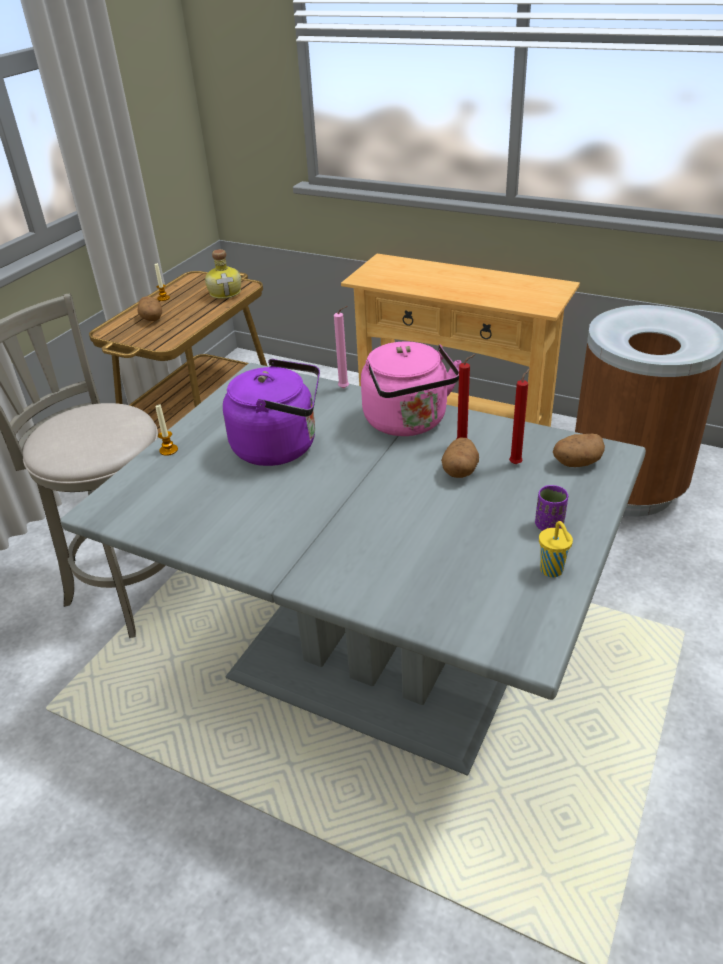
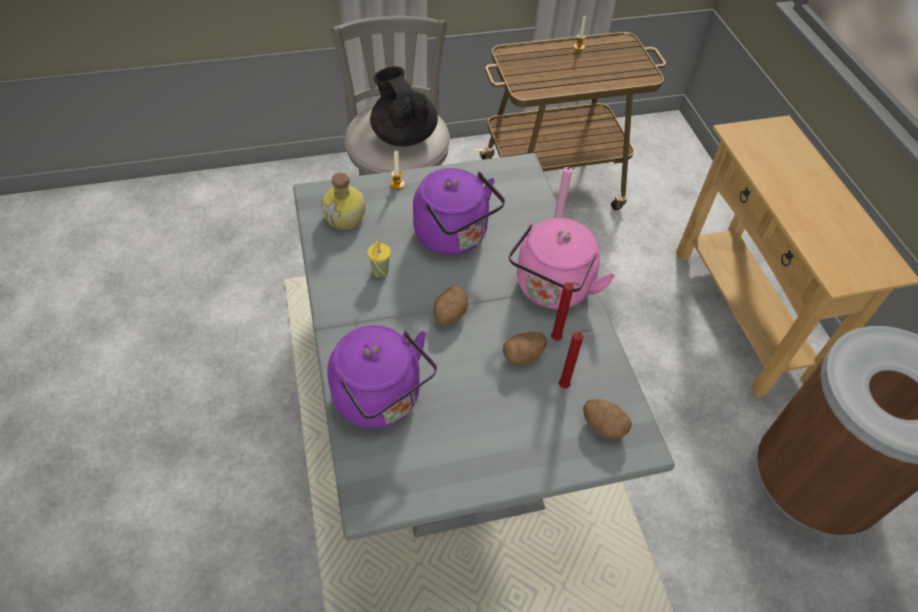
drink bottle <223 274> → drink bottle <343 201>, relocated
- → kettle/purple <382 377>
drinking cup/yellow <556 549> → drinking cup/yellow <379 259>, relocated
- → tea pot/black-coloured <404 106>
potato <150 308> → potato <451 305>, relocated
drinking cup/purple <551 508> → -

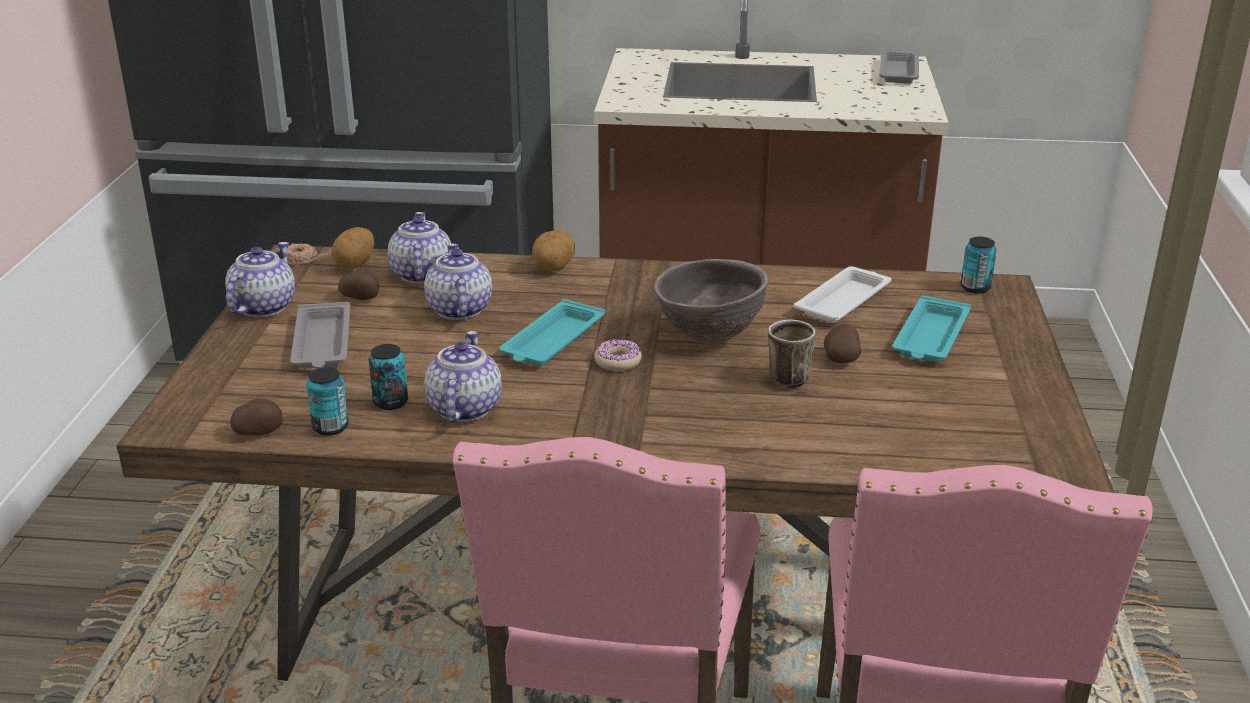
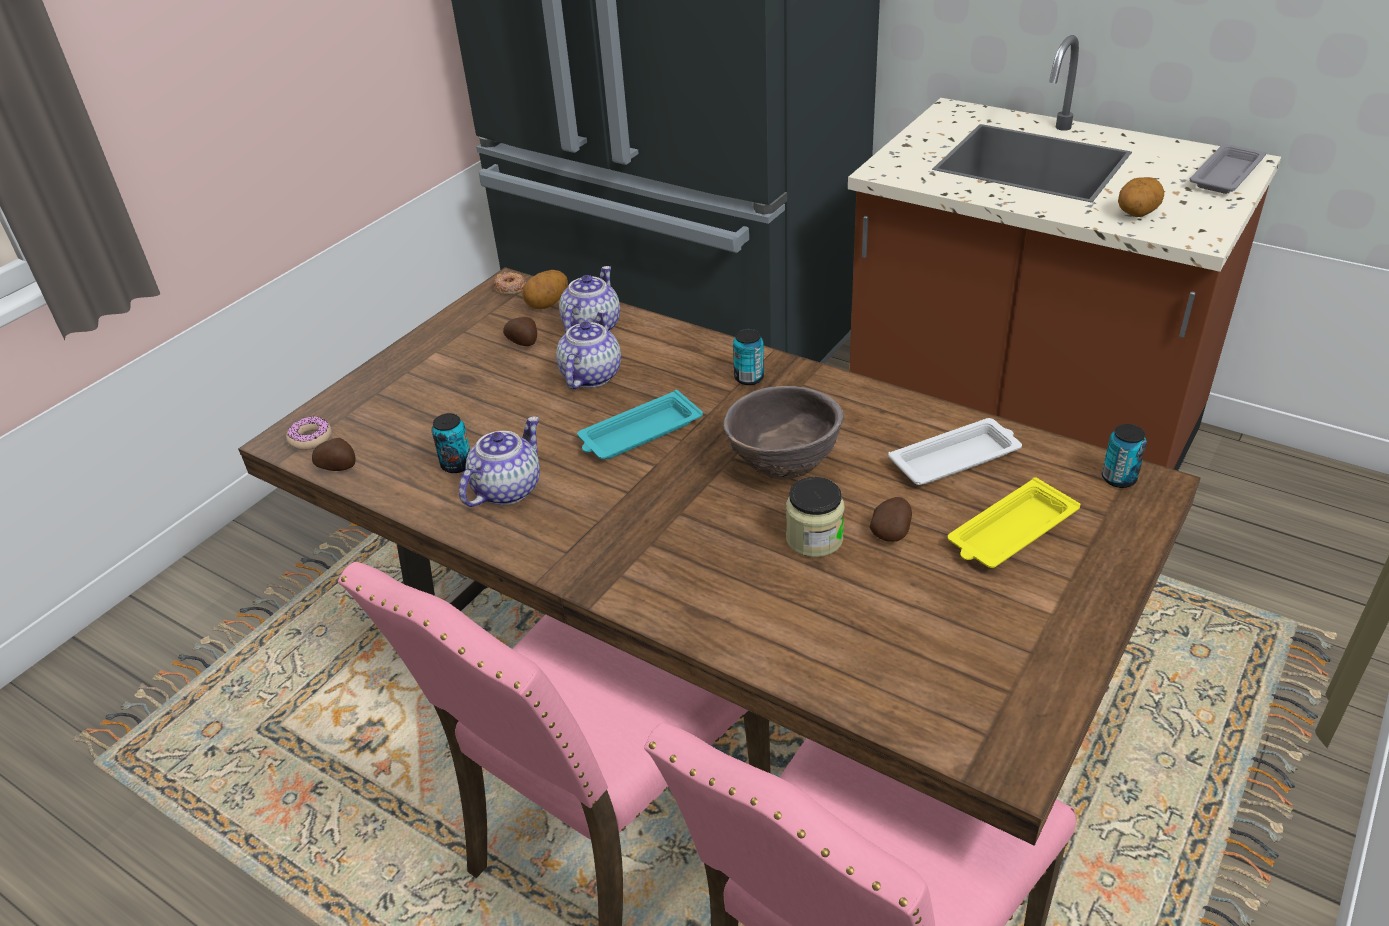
donut <618 355> → donut <309 433>, relocated
sealed can <327 401> → sealed can <748 357>, relocated
tea mug <791 354> → preserve jar <815 517>
carrying tray/blue-green <931 328> → carrying tray/yellow <1014 522>
potato <553 250> → potato <1141 197>, relocated
tea pot <260 279> → -
carrying tray/greyish <320 335> → -

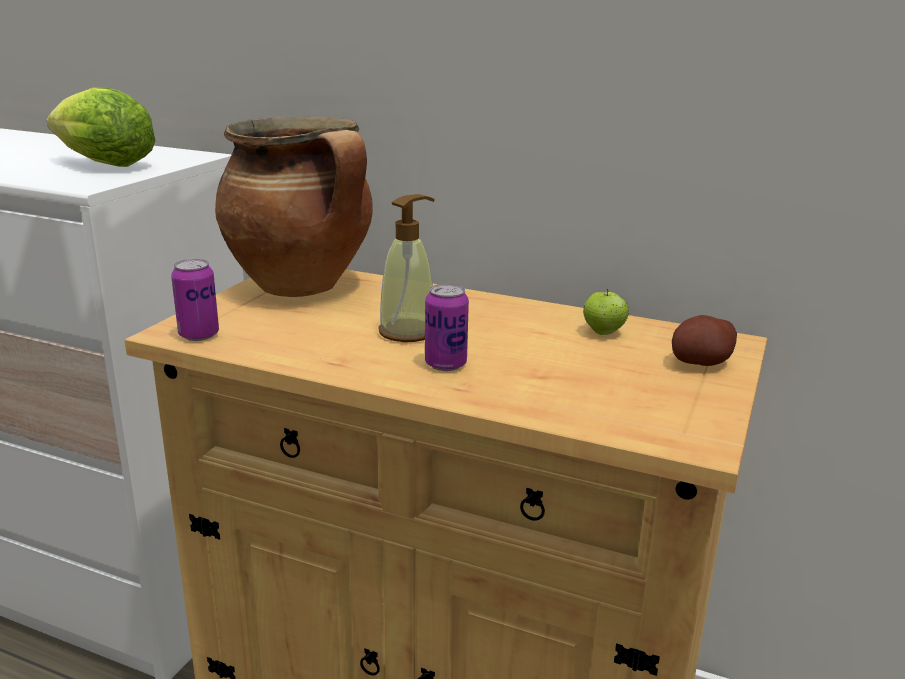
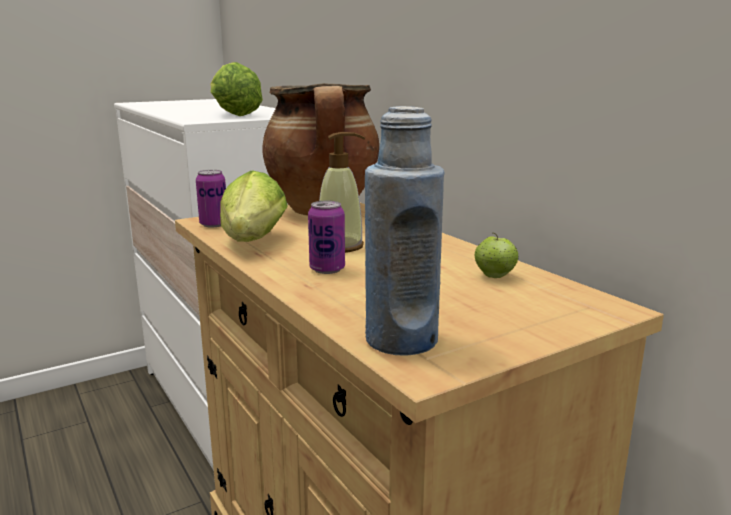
- → lettuce <254 206>
- → drink bottle/bluish <404 231>
potato <704 340> → -

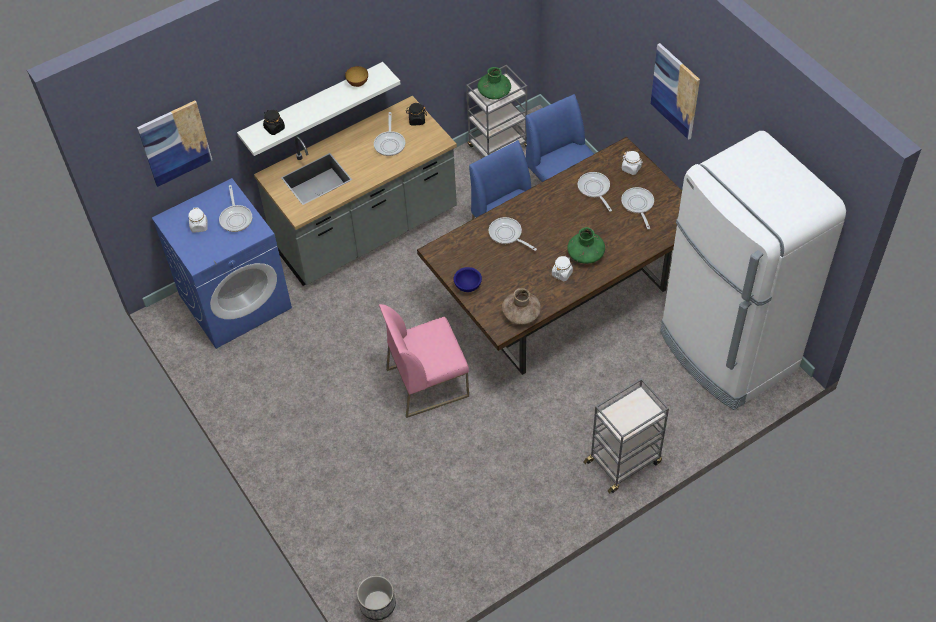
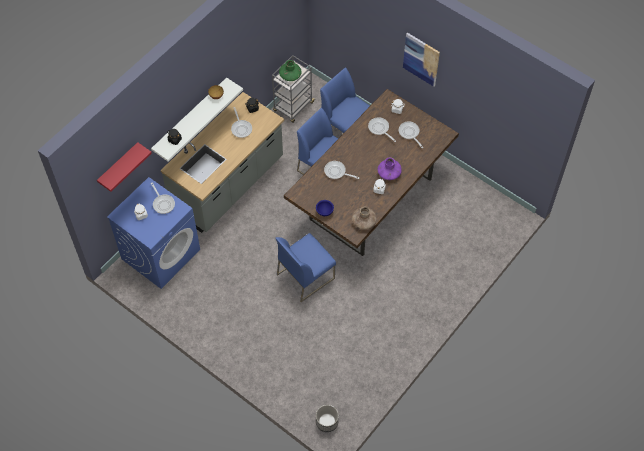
wall art <174 144> → wall shelf/red <124 167>
chair/pink-coloured <424 361> → chair/bluish <305 267>
vase/green <586 245> → vase/purple <390 168>
cart/greyish <626 436> → -
kitchen fridge/white-coloured <753 270> → -

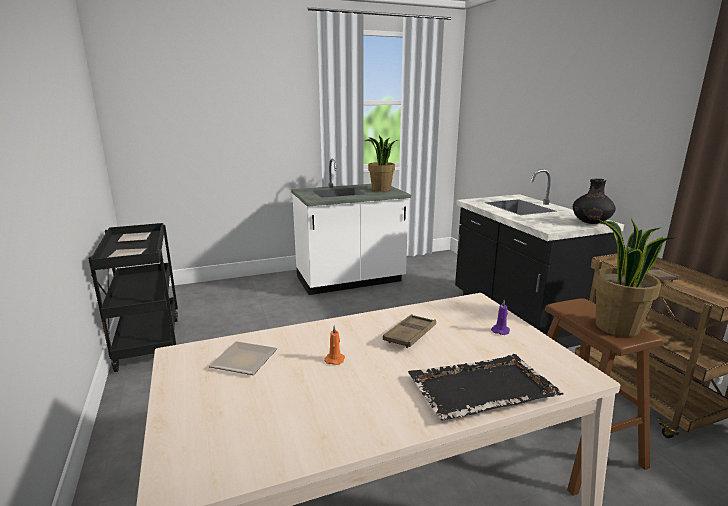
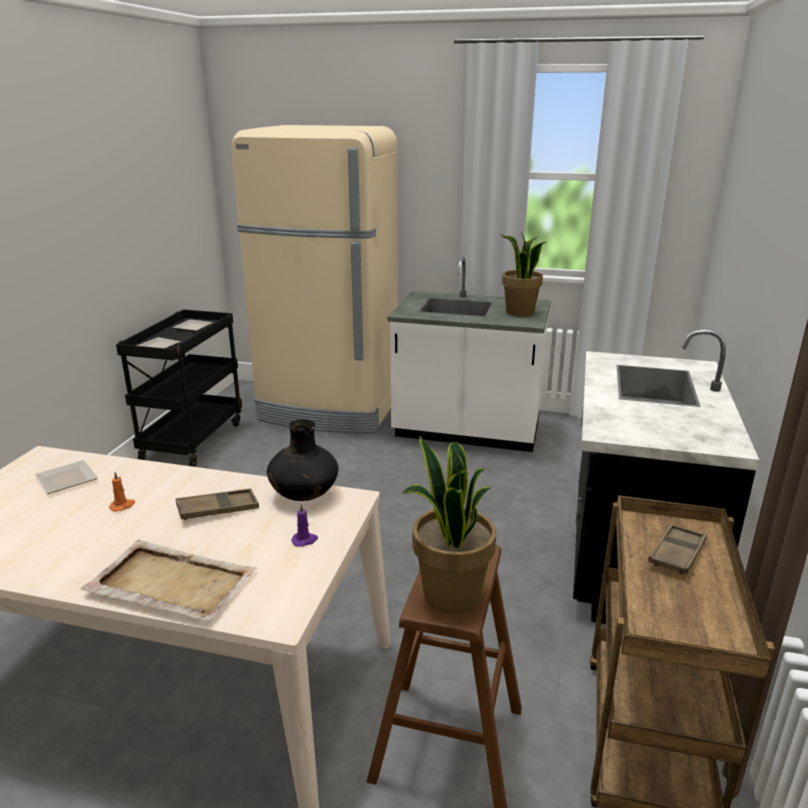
carrying tray/black-coloured <486 387> → carrying tray/beige-coloured <169 580>
- → kitchen fridge/beige-coloured <315 279>
vase/black-coloured <594 201> → vase/black-coloured <303 460>, relocated

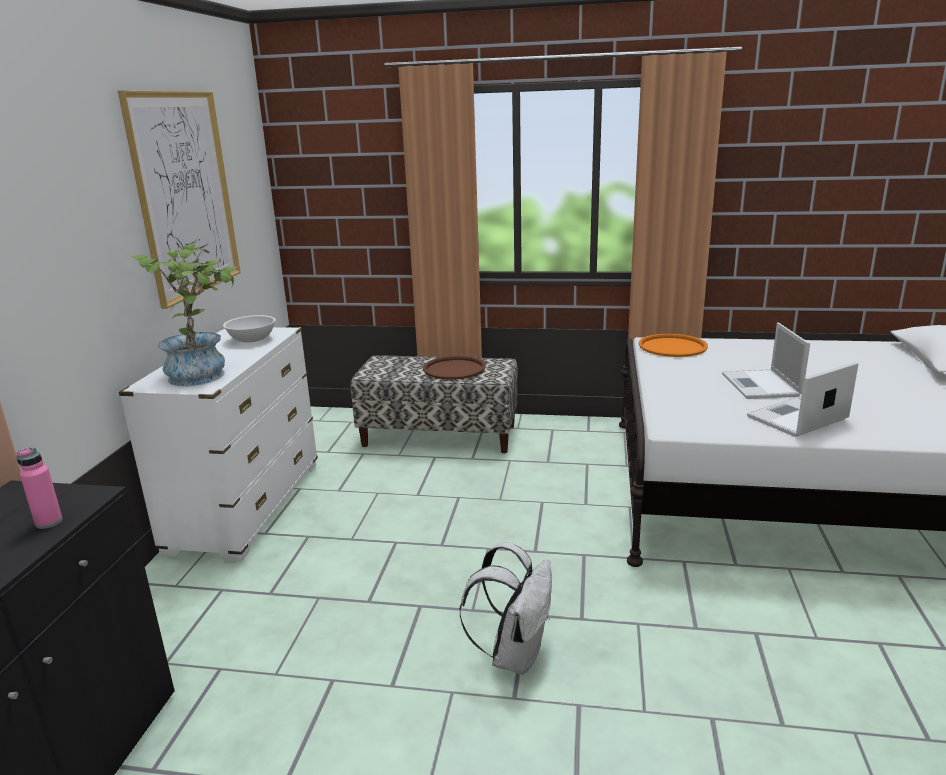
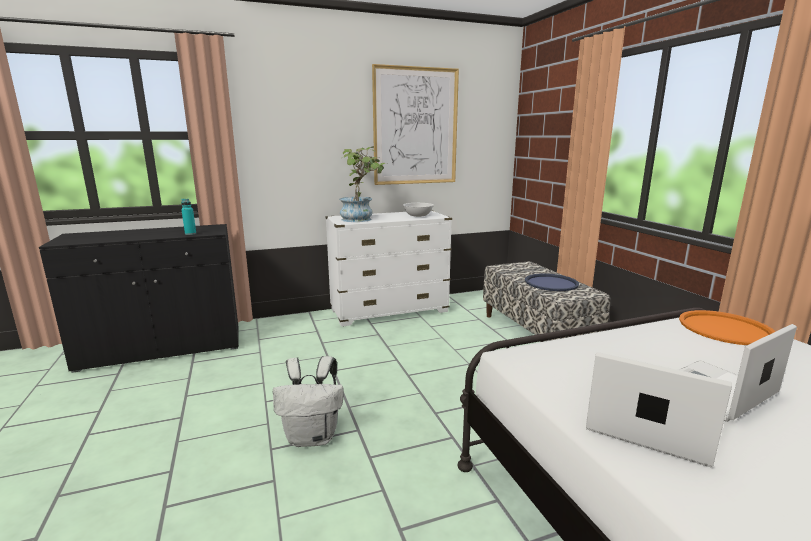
drink bottle/pink-coloured <39 488> → drink bottle/blue-green <188 217>
carrying tray/brown <454 367> → carrying tray/bluish <552 282>

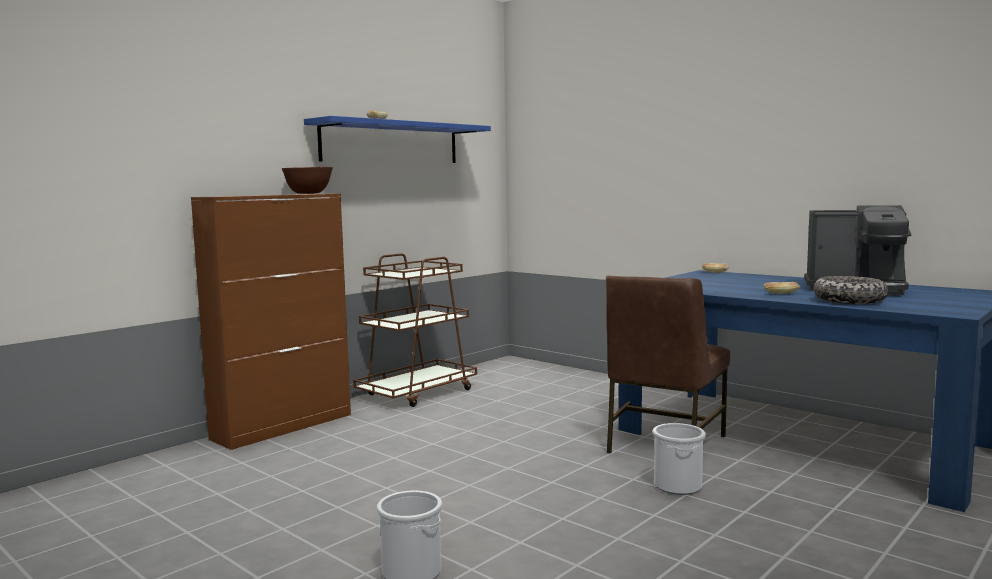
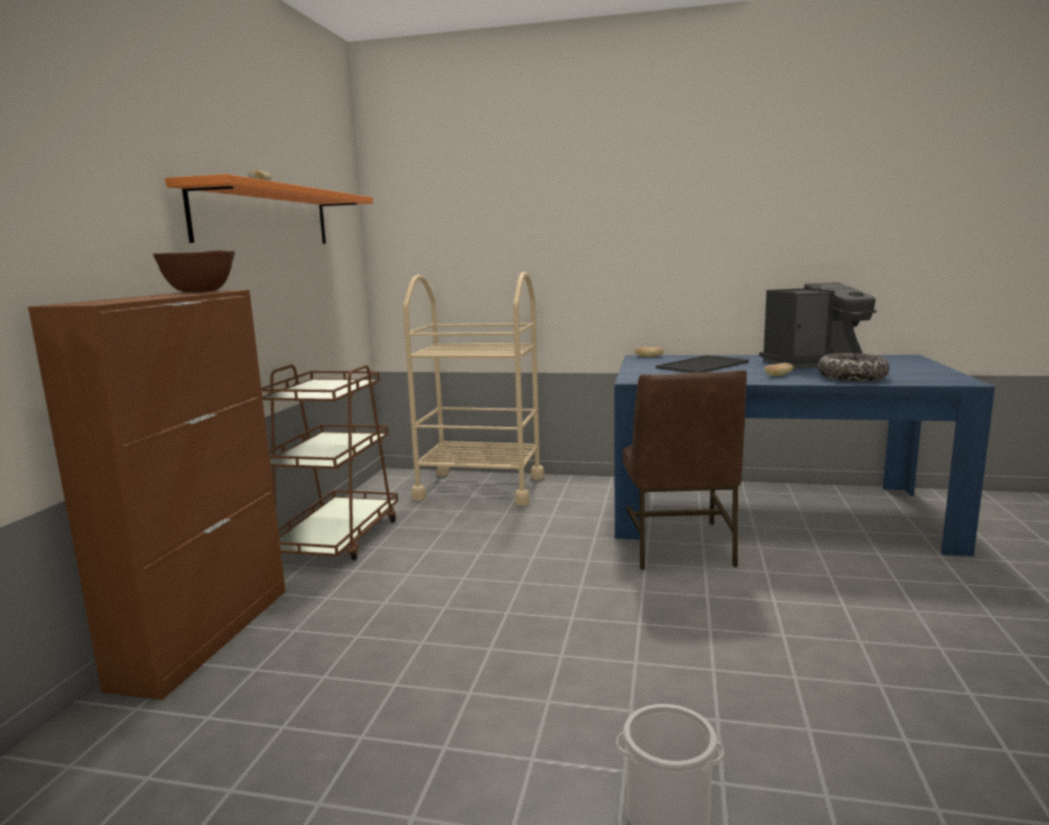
wall shelf/bluish <397 139> → wall shelf/orangey <269 209>
- → cart/beige-coloured <473 389>
- → carrying tray <702 364>
water bucket <679 459> → -

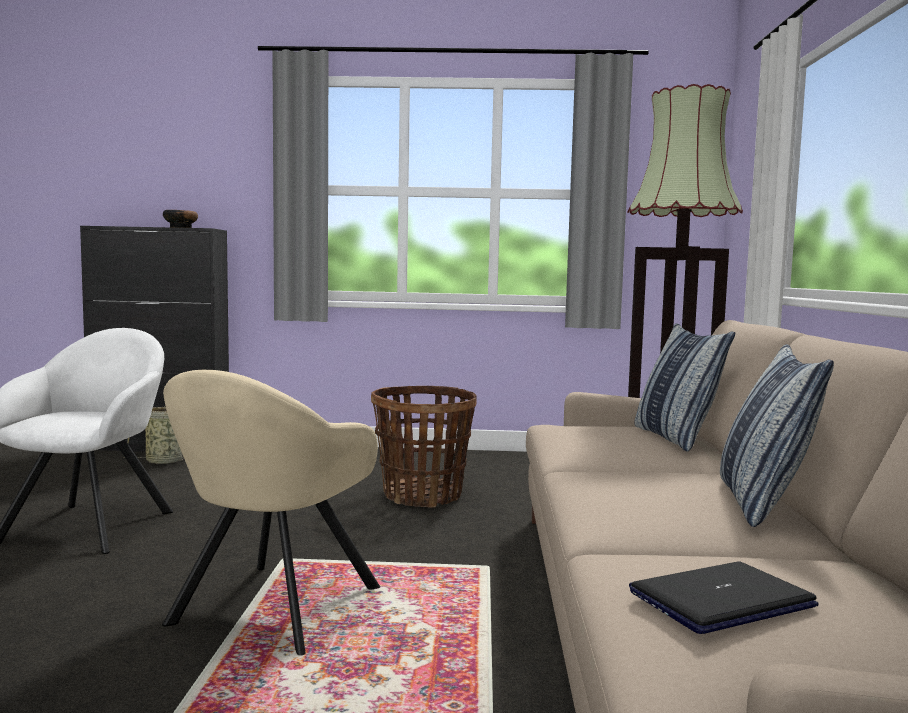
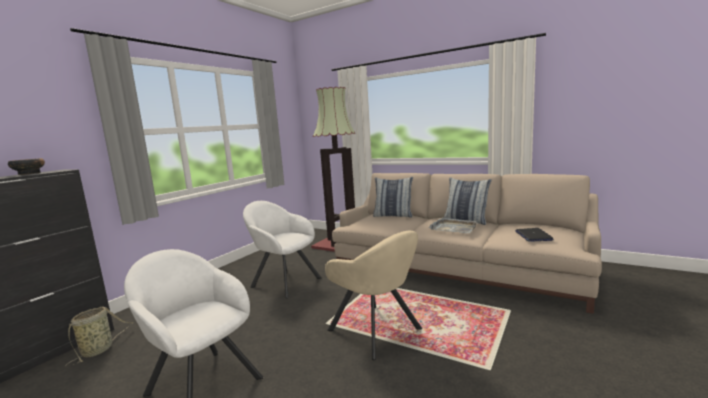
household basket <424 446> → easy chair/white-coloured <282 249>
- → carrying tray/greyish <453 225>

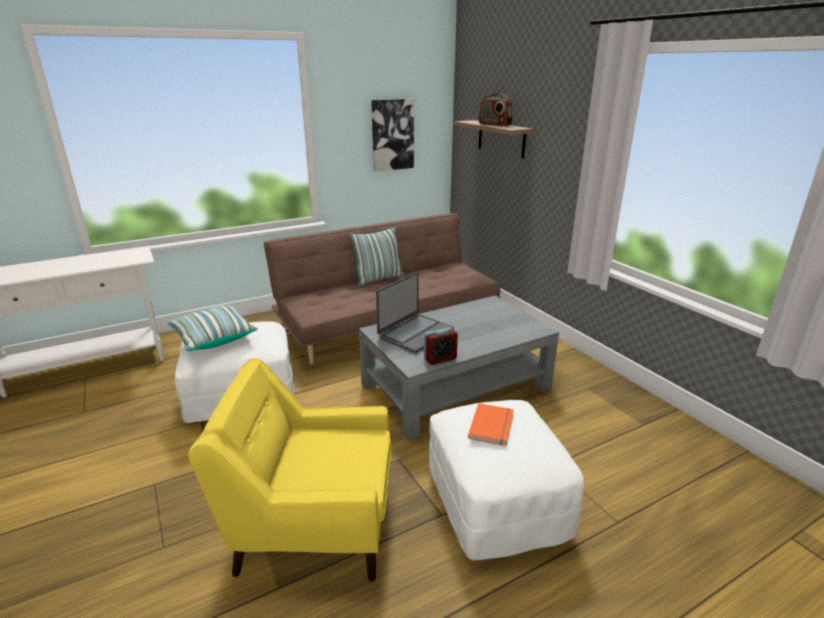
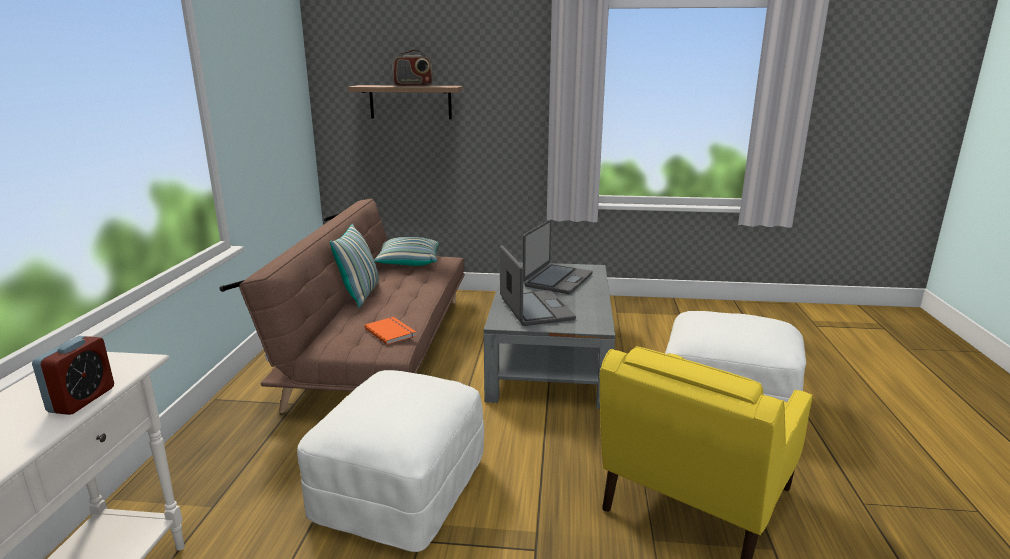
bedside clock <441 346> → bedside clock <73 375>, relocated
bound book/orangey <491 424> → bound book/orangey <390 331>, relocated
cushion <213 328> → cushion <406 251>, relocated
- → portable computer <558 257>
wall art <392 135> → -

